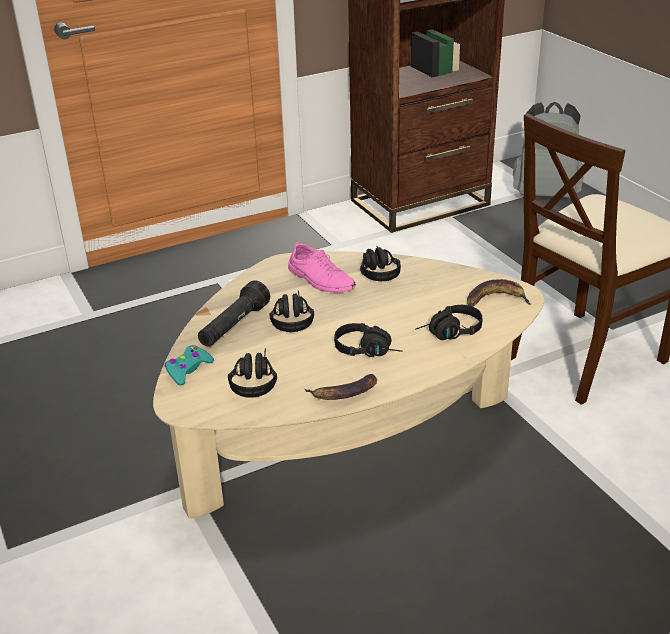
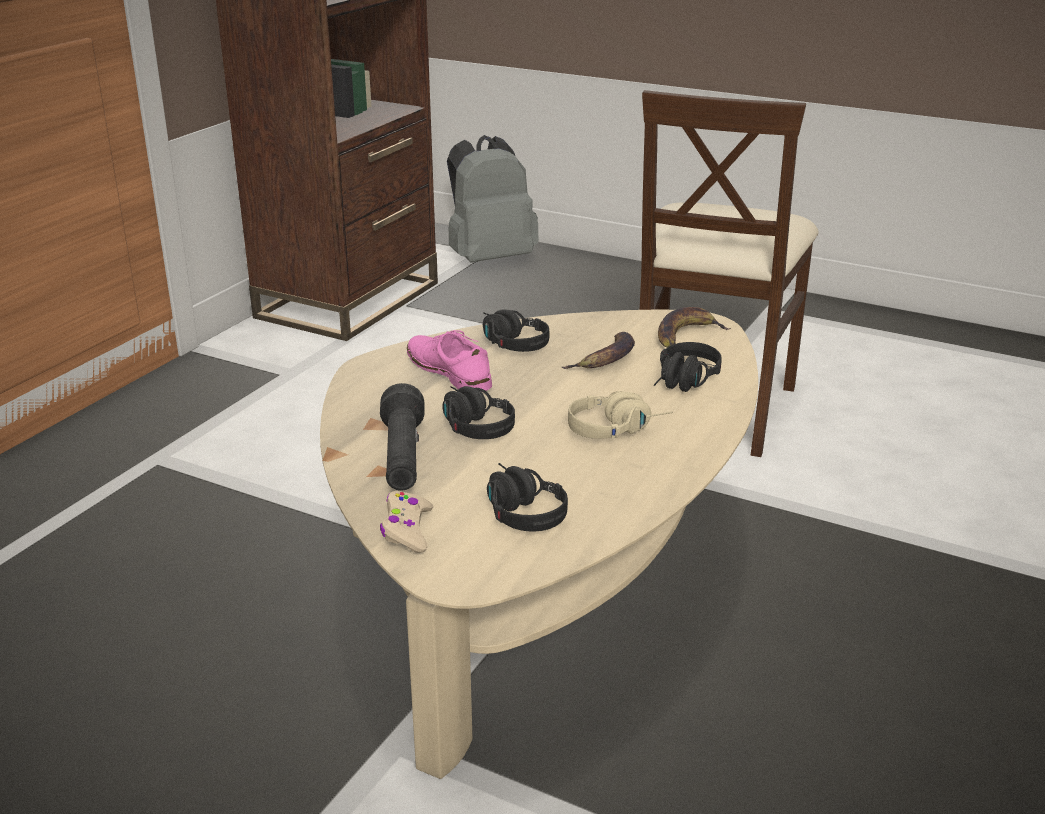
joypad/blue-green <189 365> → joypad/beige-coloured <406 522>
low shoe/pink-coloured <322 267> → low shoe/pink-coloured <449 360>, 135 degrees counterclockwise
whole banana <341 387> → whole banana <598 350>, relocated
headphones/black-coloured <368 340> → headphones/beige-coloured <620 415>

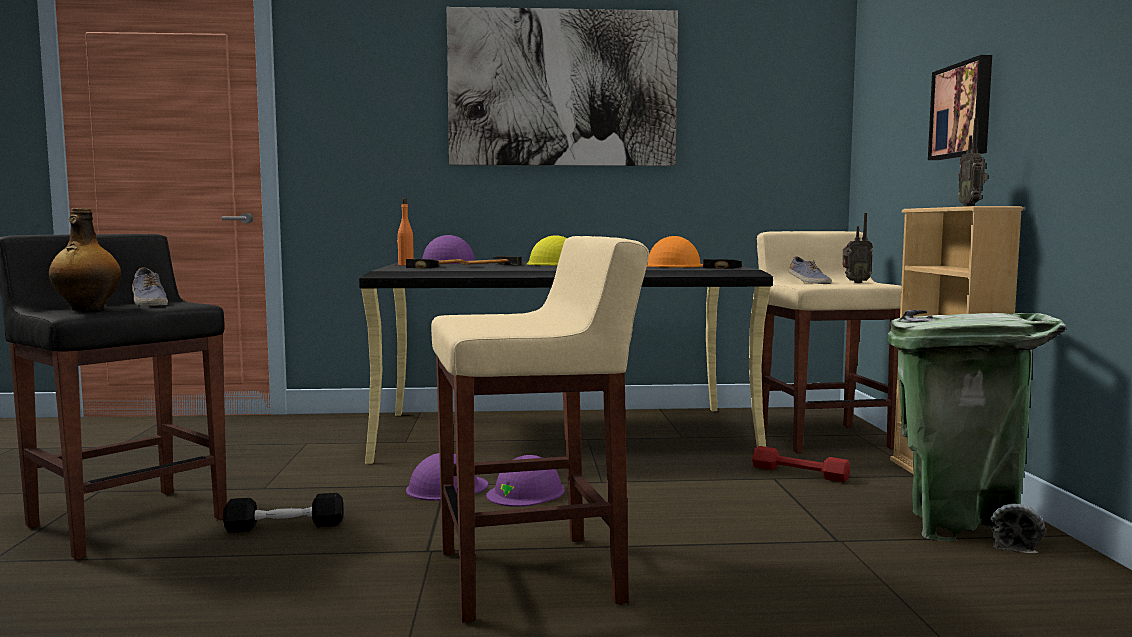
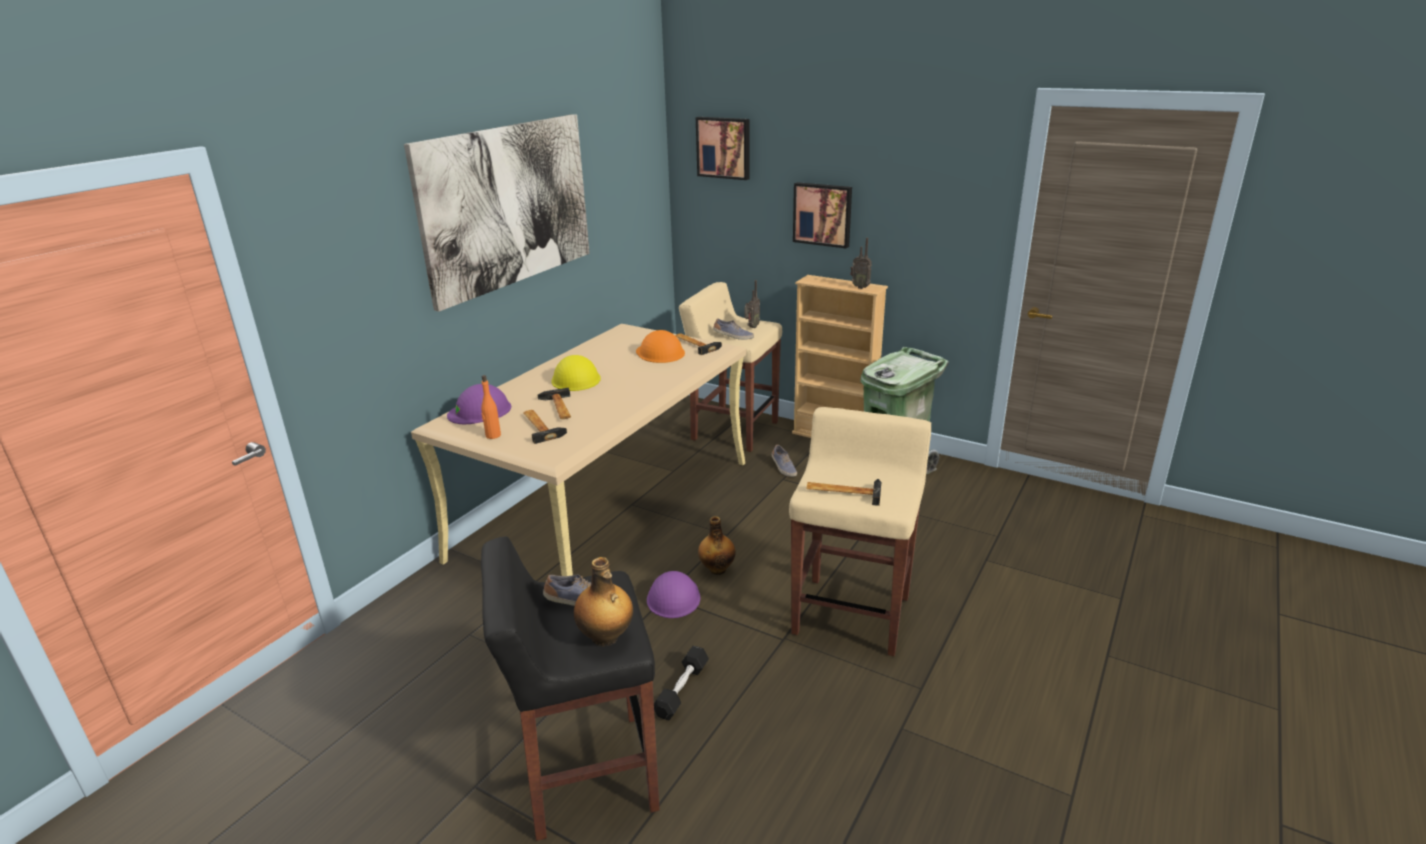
desk unit/black-coloured <566 362> → desk unit/beige-coloured <578 450>
- → wall art <723 148>
work helmet/purple <525 481> → drink bottle <717 545>
free weight/red <801 464> → low shoe <784 461>
- → hammer <843 492>

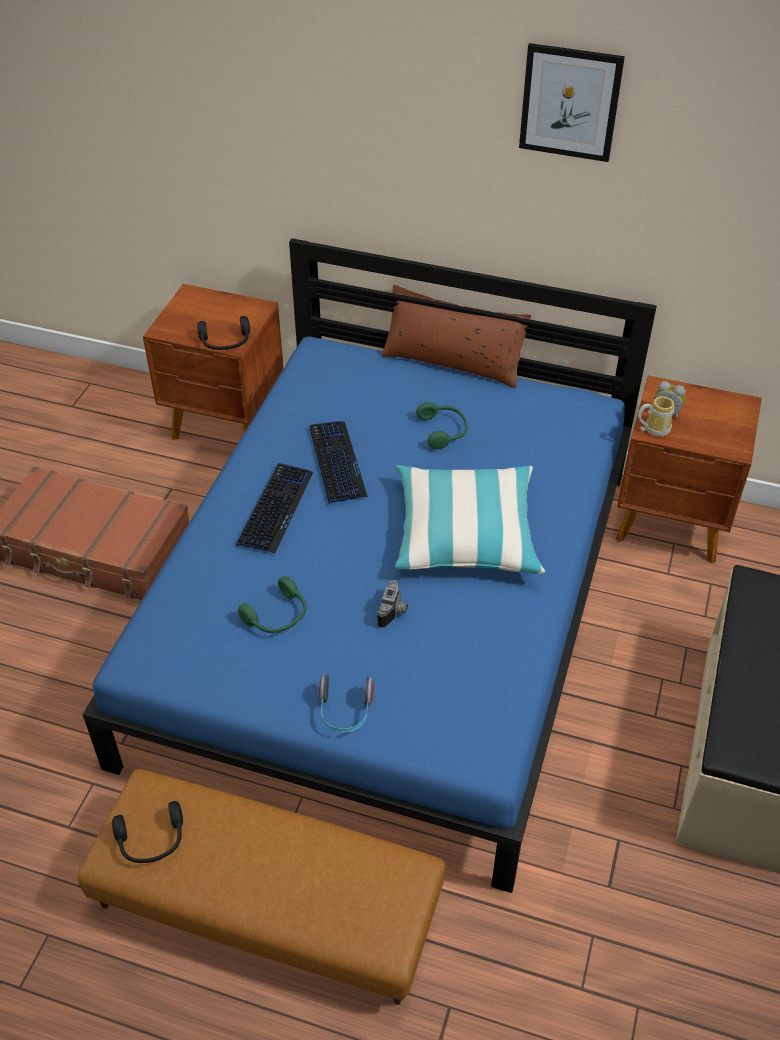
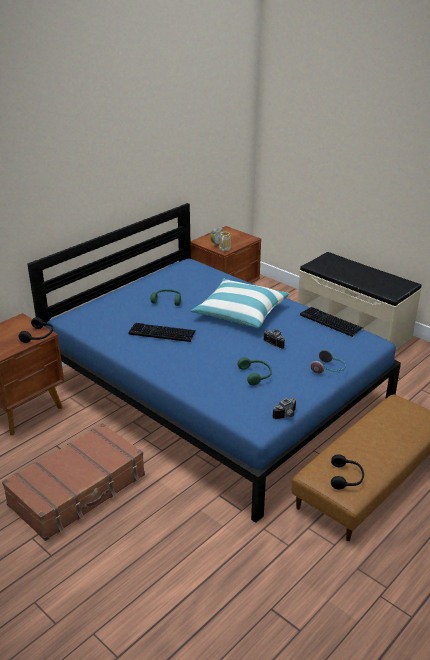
- → still camera <284 408>
keyboard <274 508> → keyboard <331 322>, relocated
cushion/brown <456 336> → -
wall art <572 102> → -

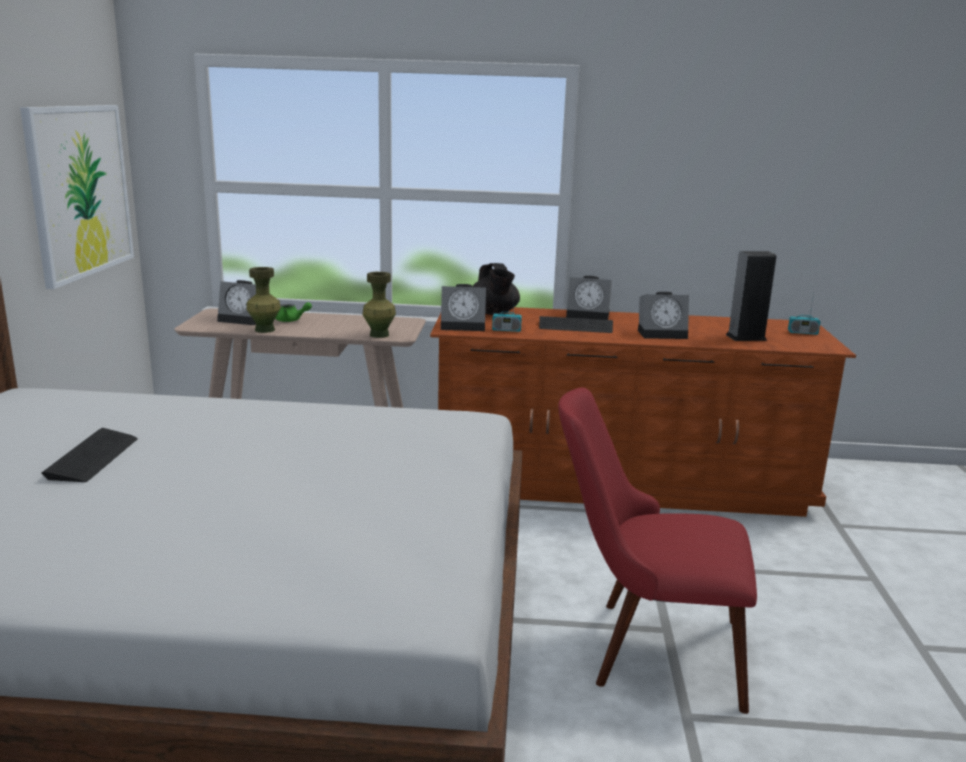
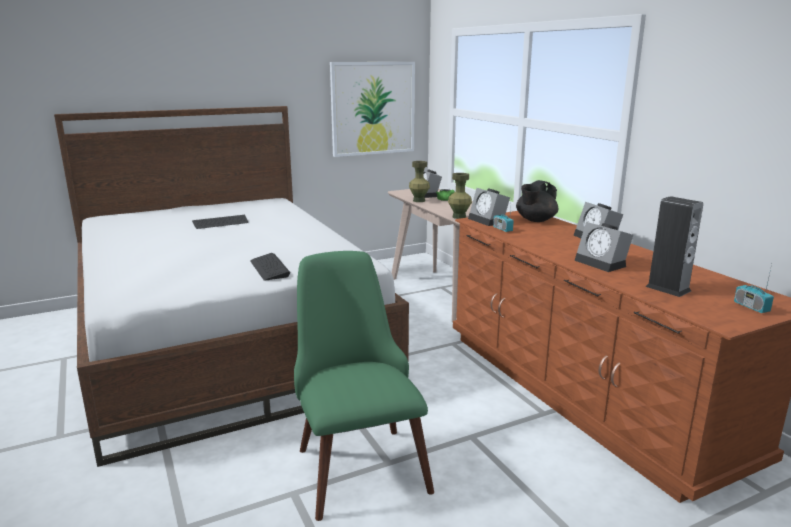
keyboard <576 324> → keyboard <270 267>, relocated
chair/red <657 550> → chair/green <364 386>

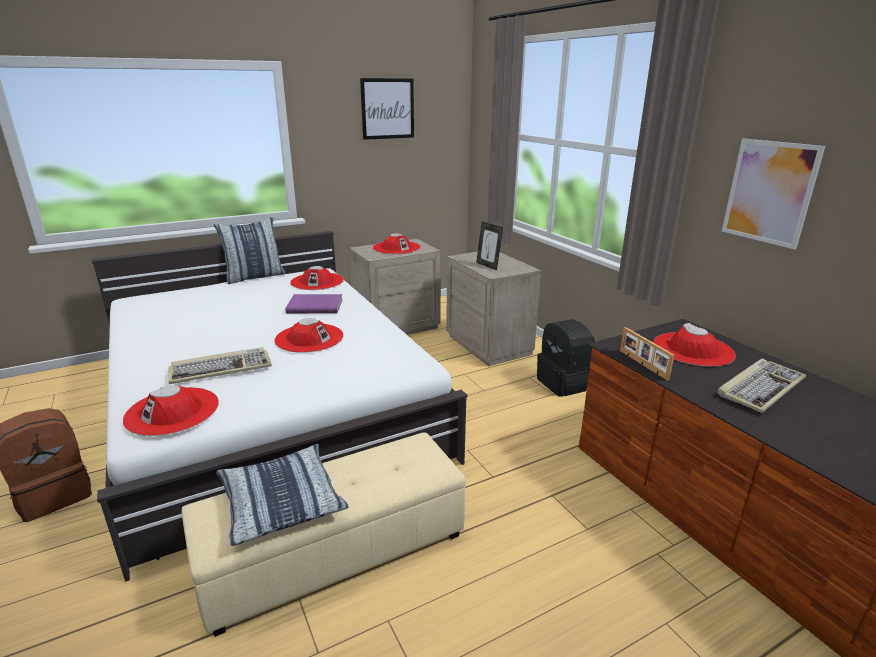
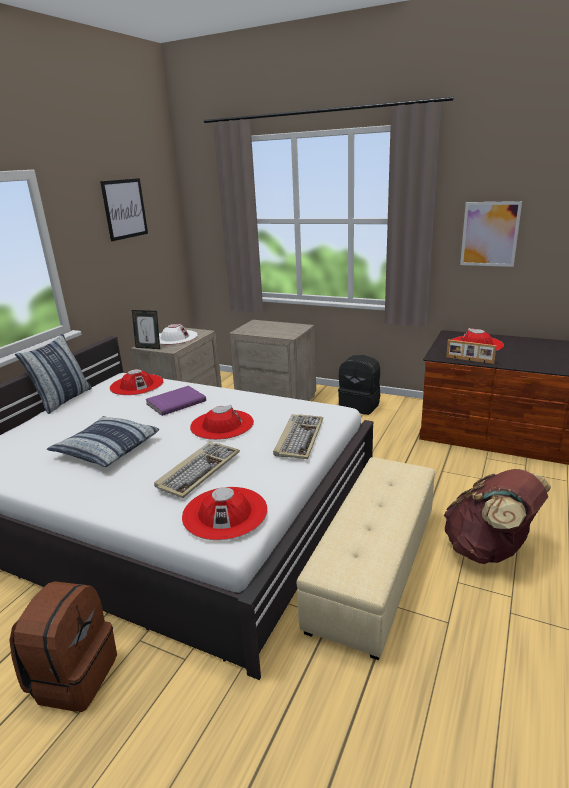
cushion <282 495> → cushion <103 441>, relocated
standing frame <489 246> → standing frame <146 329>, relocated
clothing hat/red <397 244> → clothing hat/white-coloured <178 334>
keyboard <761 386> → keyboard <298 436>, relocated
- → rucksack/brown <497 516>

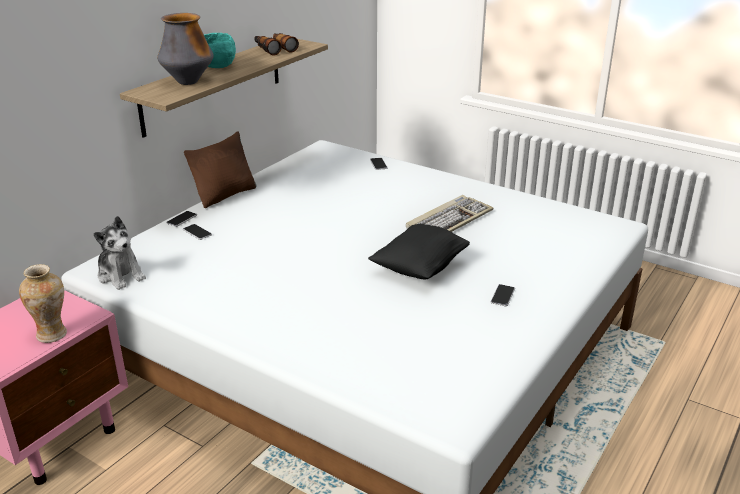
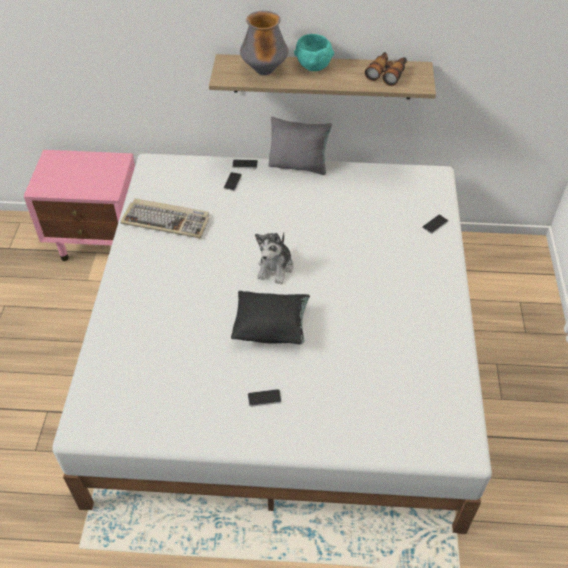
keyboard <450 213> → keyboard <164 218>, relocated
soft toy <119 253> → soft toy <274 258>, relocated
cushion/brown <220 169> → cushion/greyish <300 146>
vase <43 303> → -

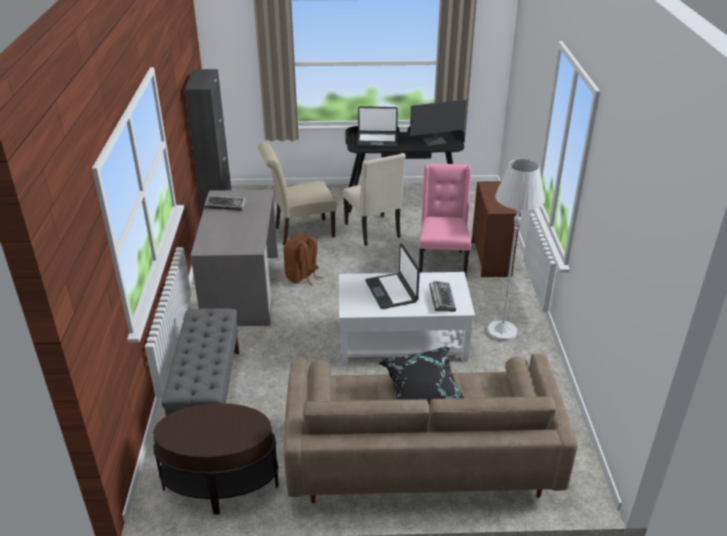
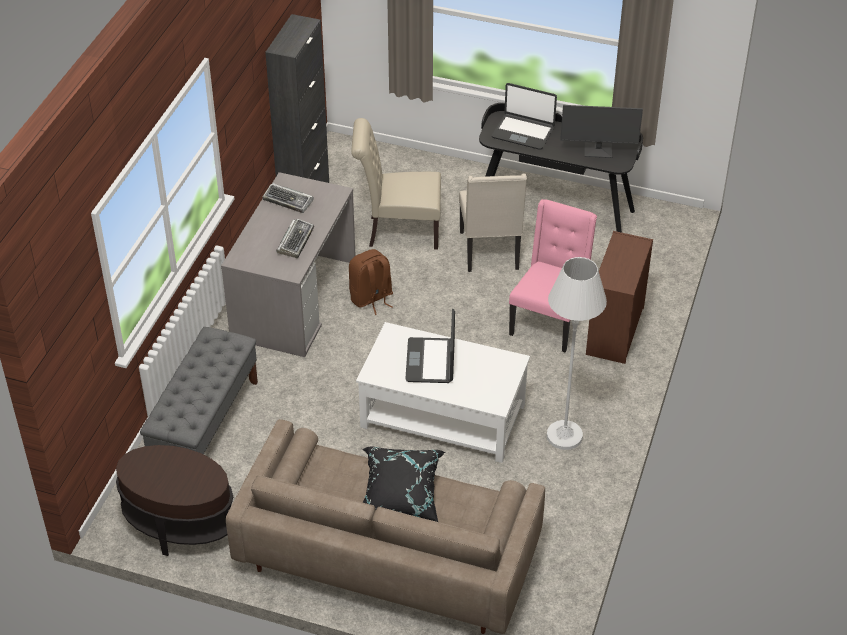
keyboard <442 296> → keyboard <295 238>, relocated

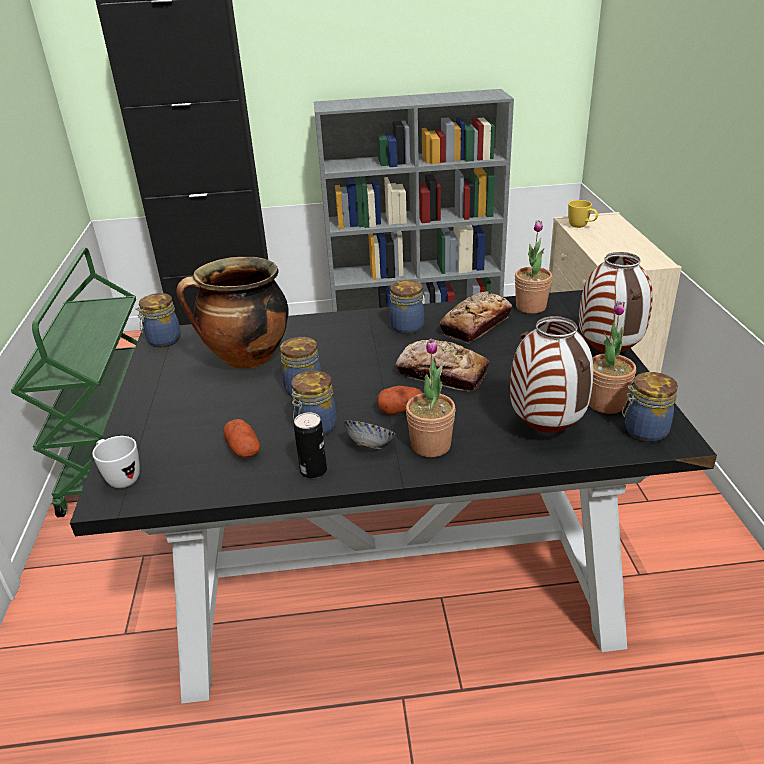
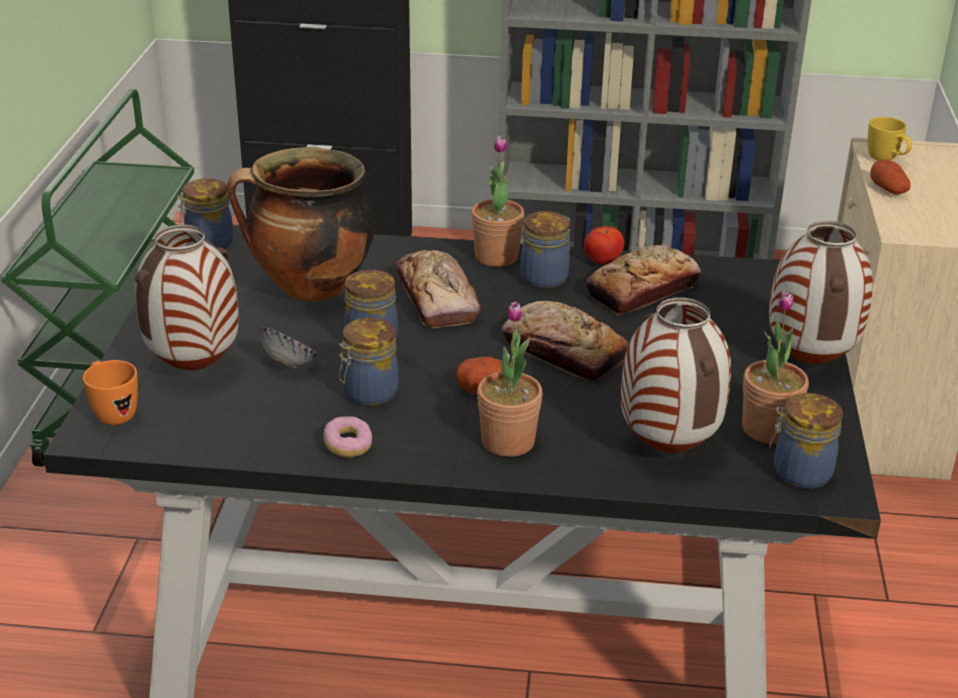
tea mug/white-coloured <116 462> → tea mug/orangey <110 392>
- → vase <187 297>
serving bowl <370 435> → serving bowl <289 347>, relocated
sealed can <310 445> → donut <347 436>
- → bakery bread <438 289>
plant in a pot <533 267> → plant in a pot <497 201>, relocated
- → tomato <604 245>
potato <242 438> → potato <890 177>, relocated

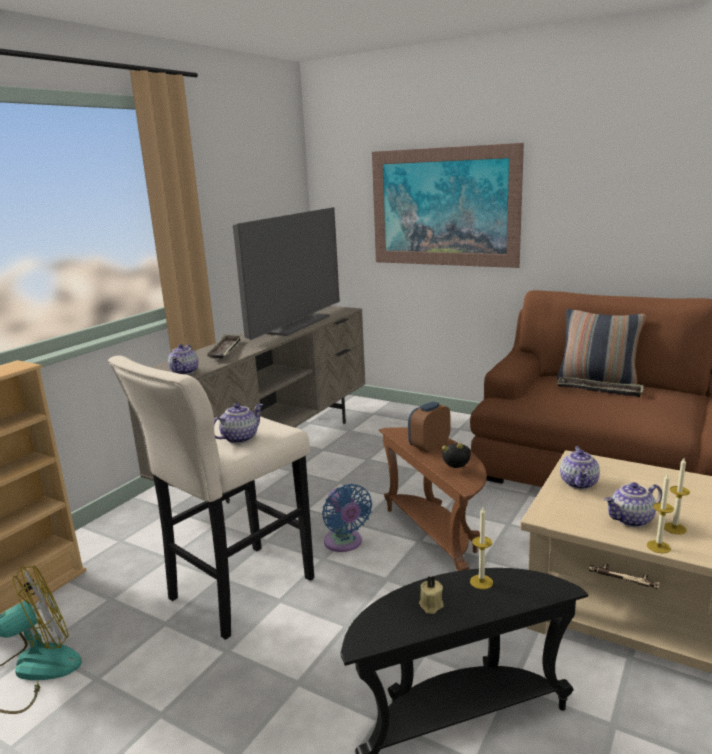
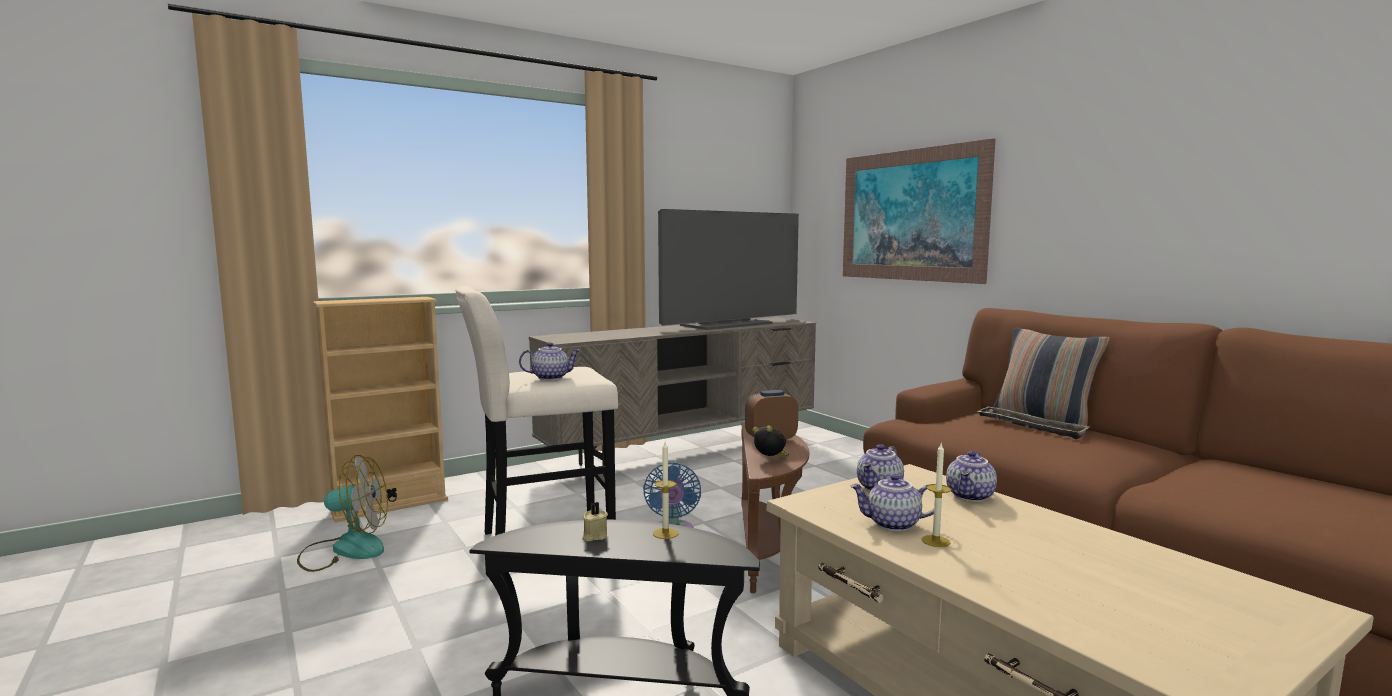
tea pot <183 359> → tea pot <971 476>, relocated
carrying tray <223 346> → -
candle <660 513> → -

